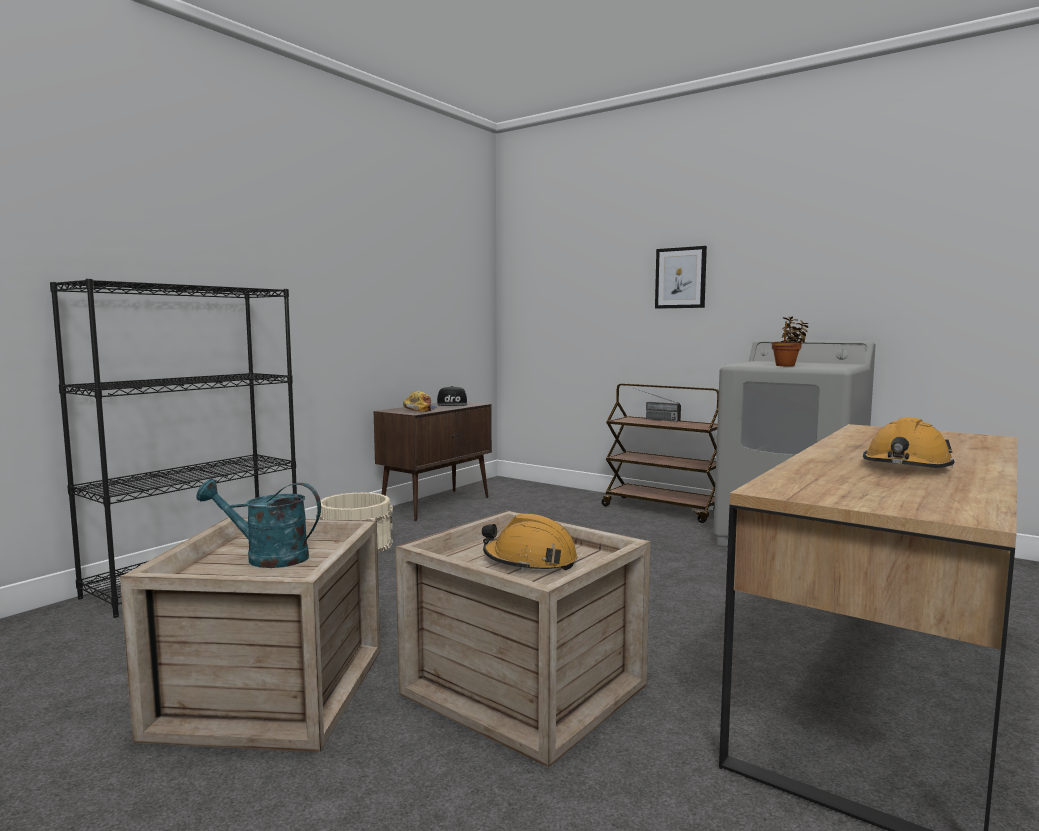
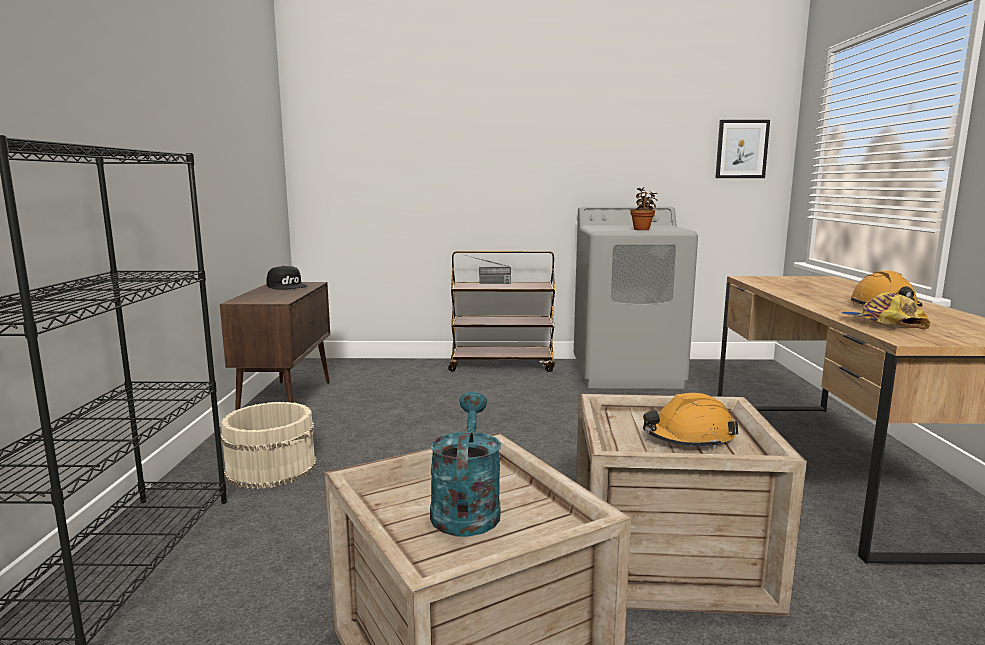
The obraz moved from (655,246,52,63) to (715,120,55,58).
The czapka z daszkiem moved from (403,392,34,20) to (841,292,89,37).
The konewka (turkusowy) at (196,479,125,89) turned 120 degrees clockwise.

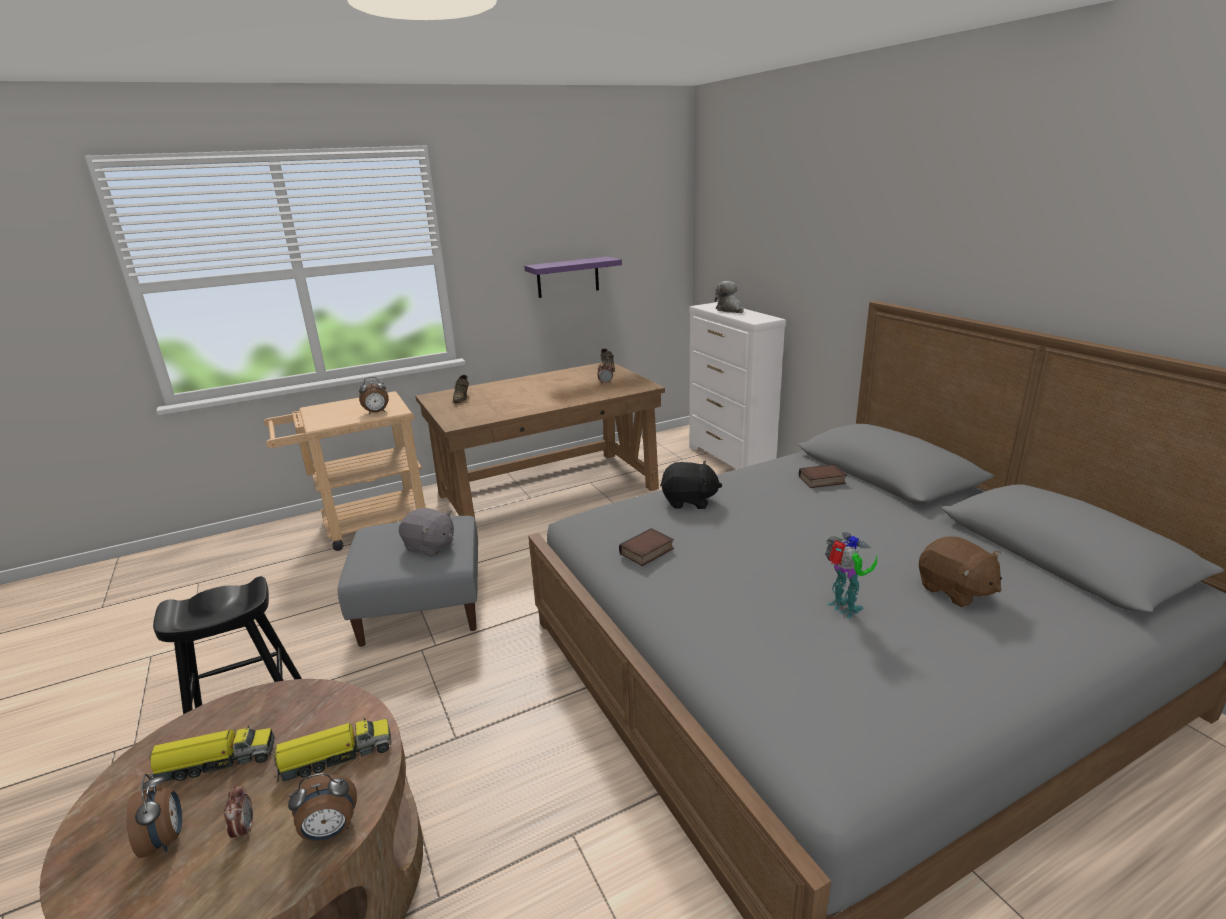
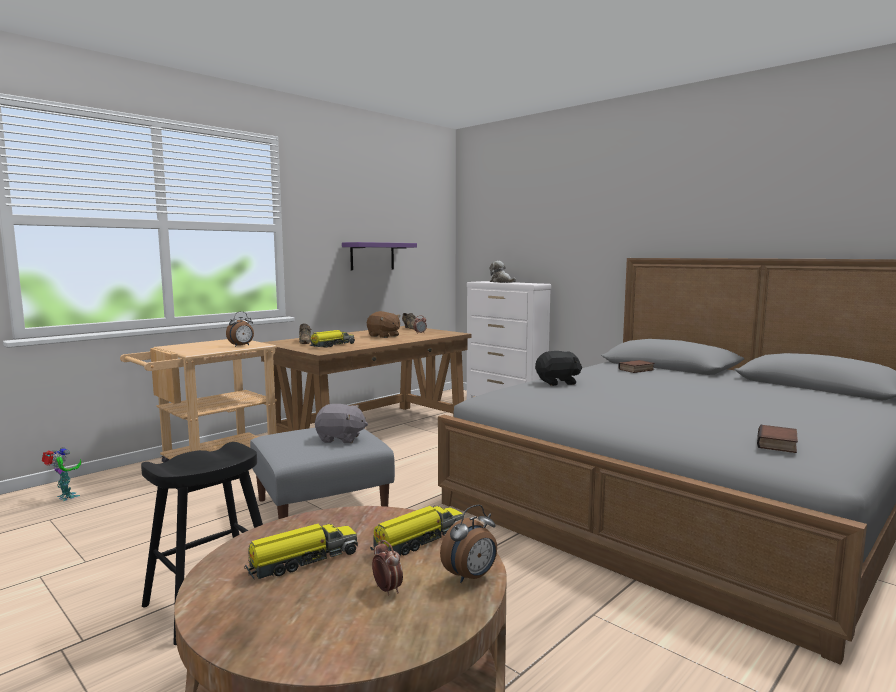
The książka moved from (619,528,55,38) to (757,425,41,28).
The robot zabawkowy moved from (825,532,52,87) to (42,447,39,54).
The pluszak (brązowy) moved from (919,536,83,71) to (367,311,33,27).
The budzik at (126,773,56,85) disappeared.
The ciężarówka zabawkowa at (310,330,45,18) appeared.

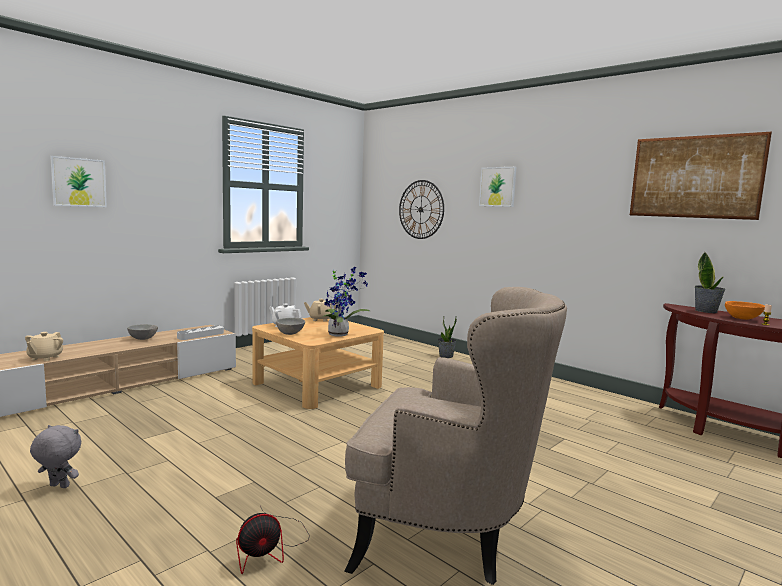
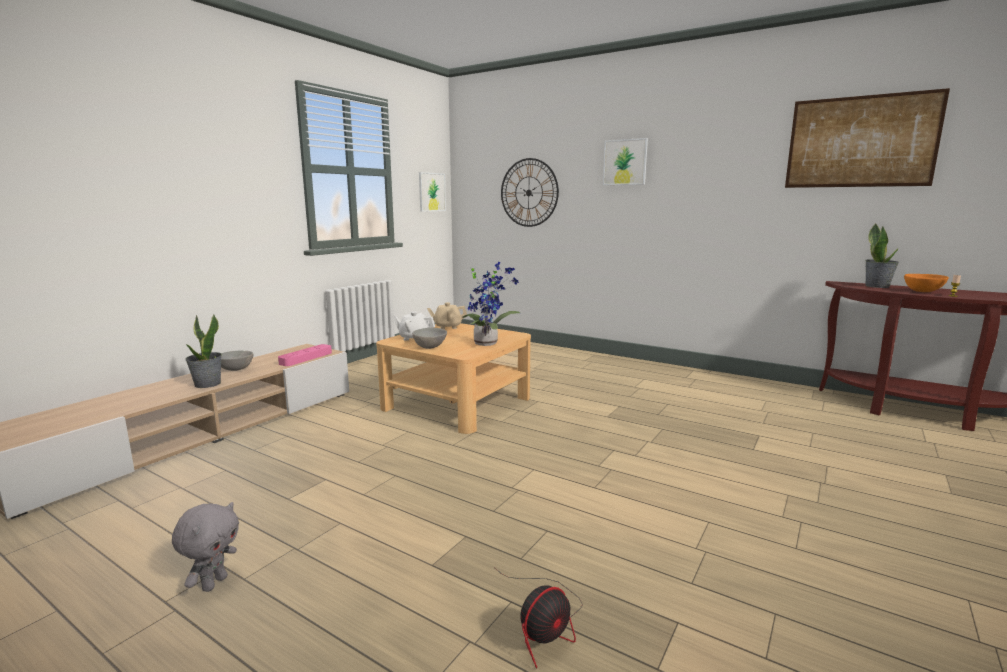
The obraz moved from (50,156,57,51) to (419,172,27,39).
The fotel (beżowy) at (344,287,223,298) disappeared.
The roślina doniczkowa moved from (438,317,19,41) to (185,315,37,73).
The taca (szary) at (177,326,47,14) became the taca (różowy) at (278,344,54,22).
The imbryk (beżowy) at (25,332,38,29) disappeared.
The pluszak (szary) at (30,425,51,63) turned 105 degrees clockwise.

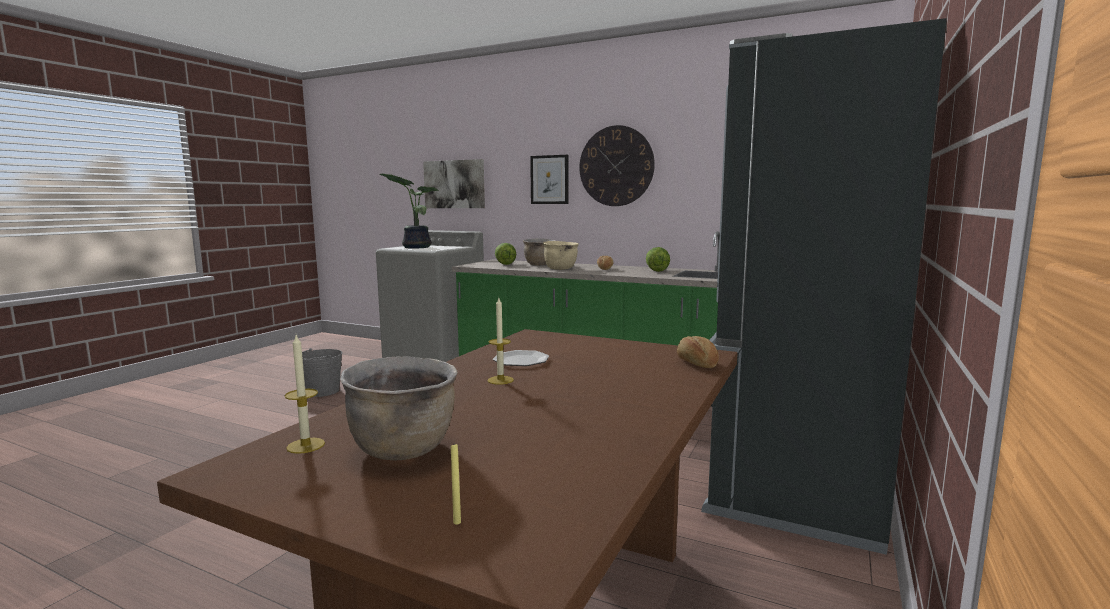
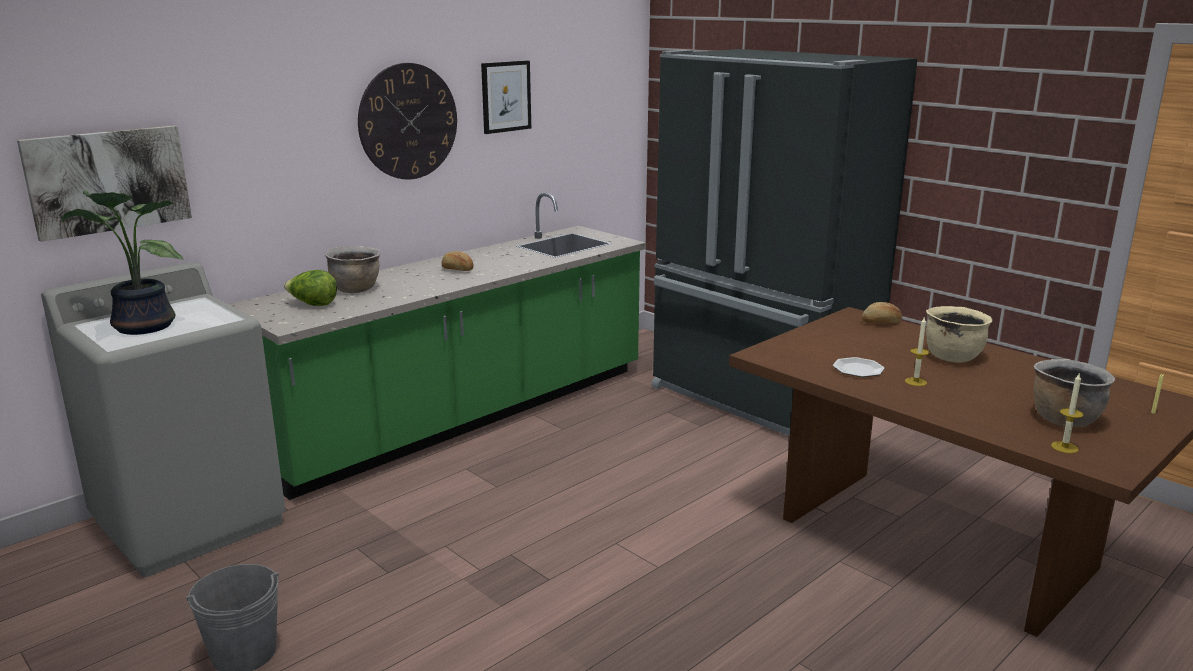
The obraz moved from (530,155,39,49) to (481,60,50,74).
The garnek (beżowy) moved from (543,241,36,29) to (926,306,66,57).
The sałata at (646,247,24,25) disappeared.

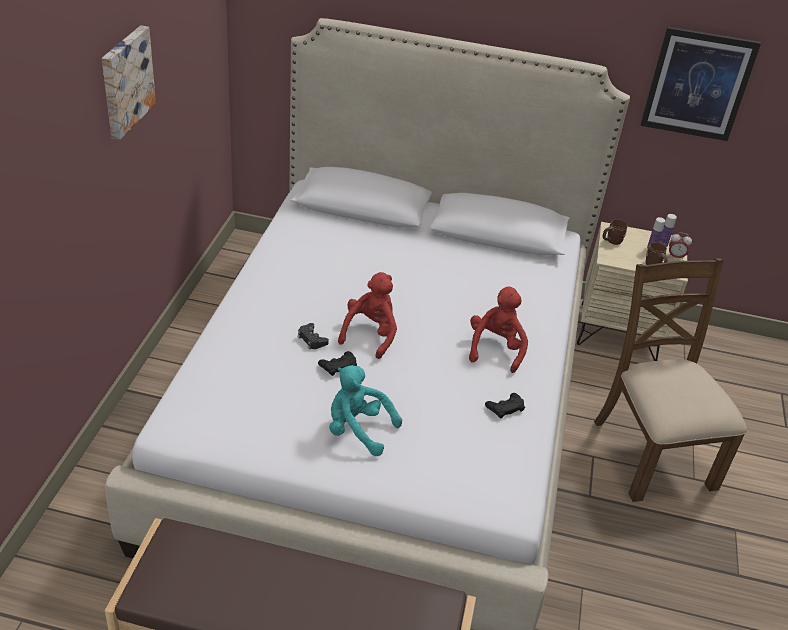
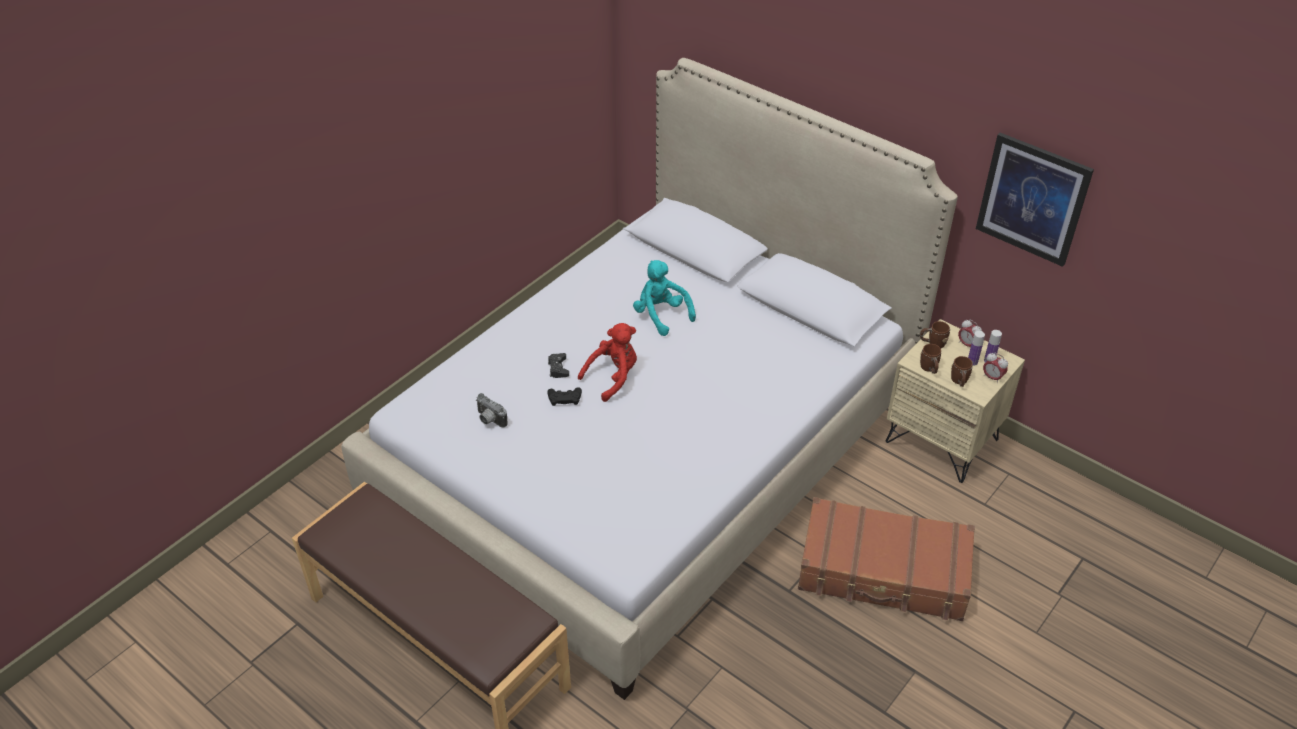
The obraz at (102,25,54,115) disappeared.
The krzesło (brązowy) at (594,258,153,244) was replaced by the walizka (brązowy) at (798,497,177,124).
The pluszak (czerwony) at (469,287,59,86) disappeared.
The pluszak (turkusowy) moved from (329,365,73,91) to (633,260,63,76).
The pad do gier (czarny) at (485,393,40,26) disappeared.
The budzik at (958,320,24,27) appeared.
The kubek (brązowy) at (920,344,21,30) appeared.
The aparat fotograficzny at (476,393,31,35) appeared.

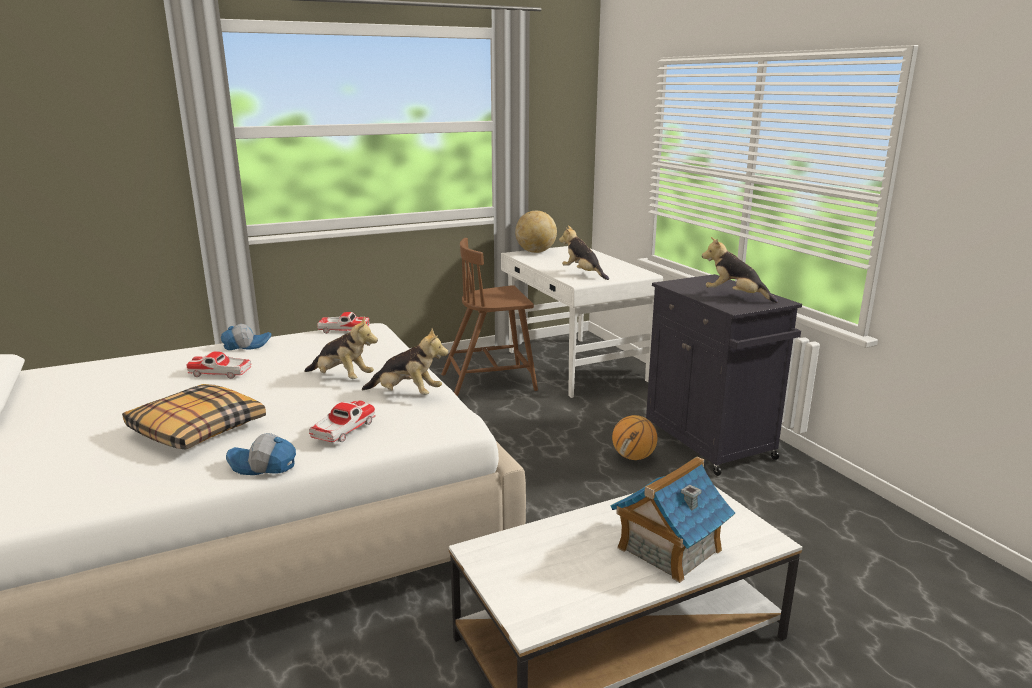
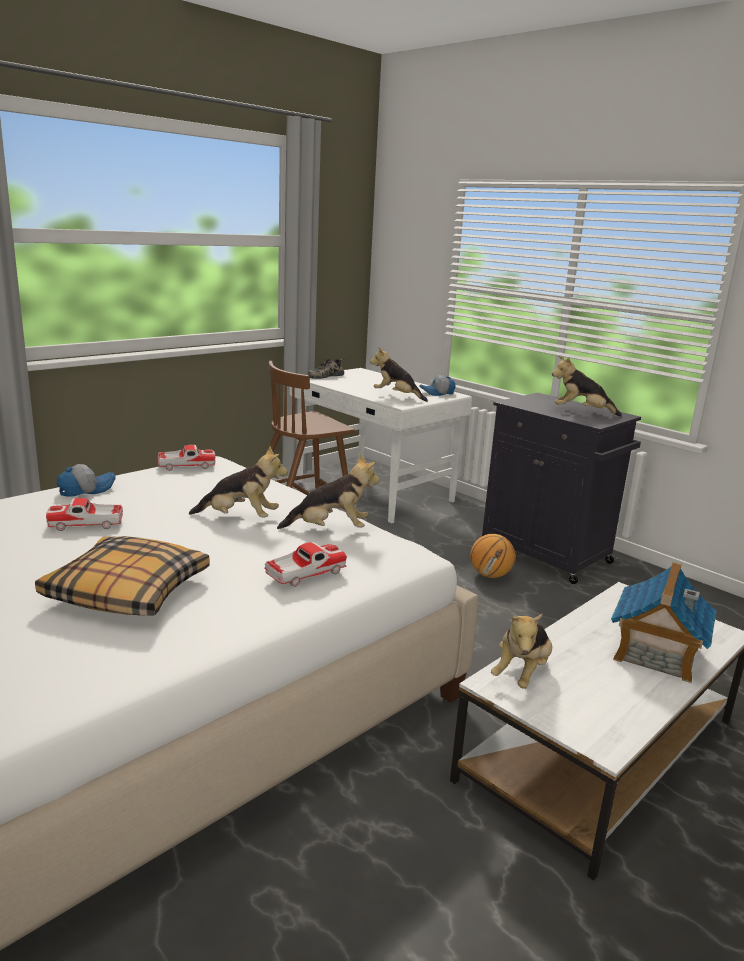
The globus at (515,211,42,42) was replaced by the but at (308,359,37,20).
The samochodzik at (309,400,67,42) turned 45 degrees clockwise.
The czapka z daszkiem moved from (226,433,70,42) to (419,375,37,21).
The pluszak at (491,614,61,75) appeared.

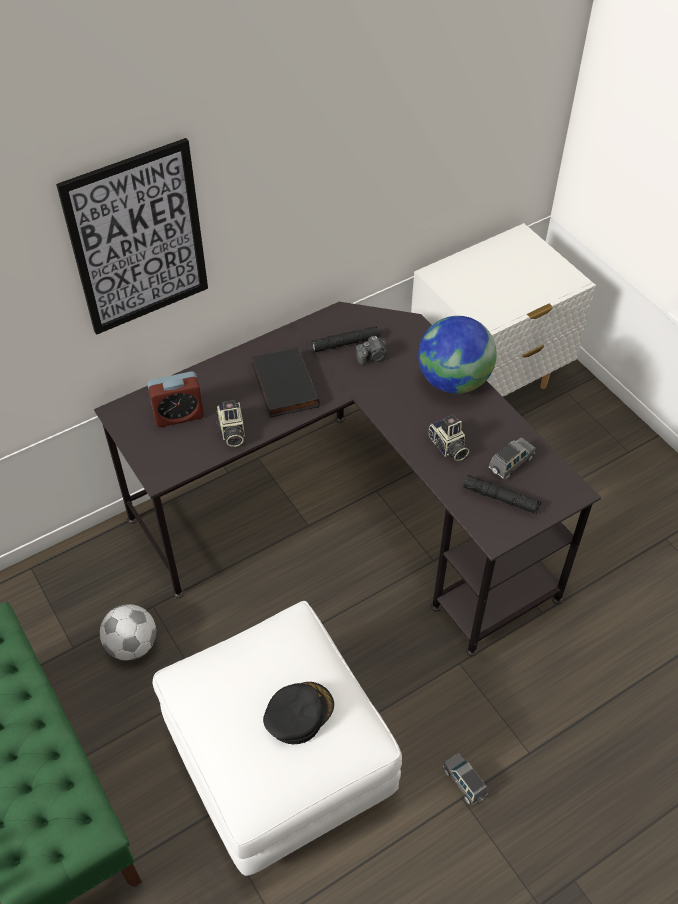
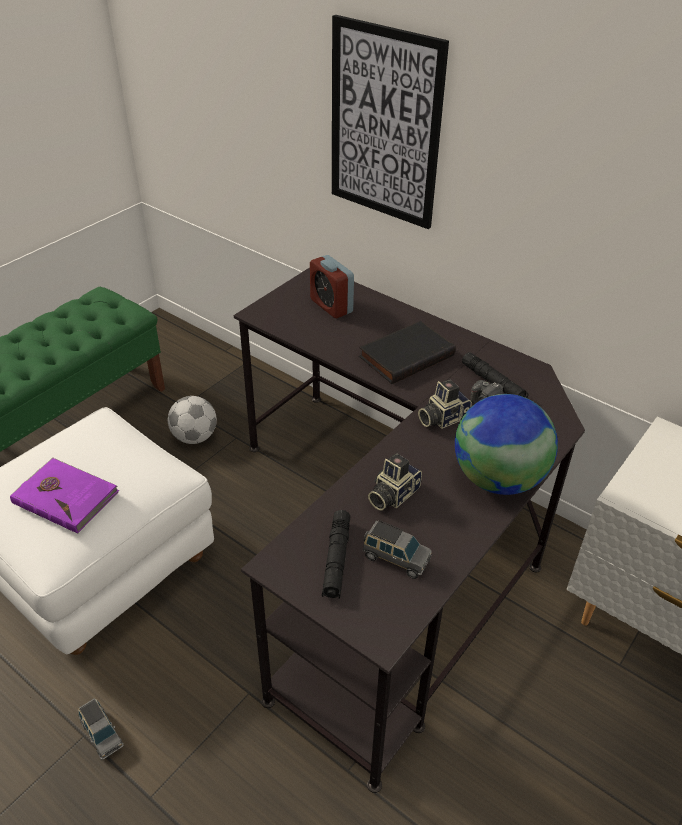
The aparat fotograficzny moved from (216,400,29,47) to (418,379,54,50).
The czapka z daszkiem (czarny) at (263,682,71,62) was replaced by the książka (fioletowy) at (10,457,109,77).
The samochodzik (szary) at (443,753,45,52) turned 105 degrees clockwise.

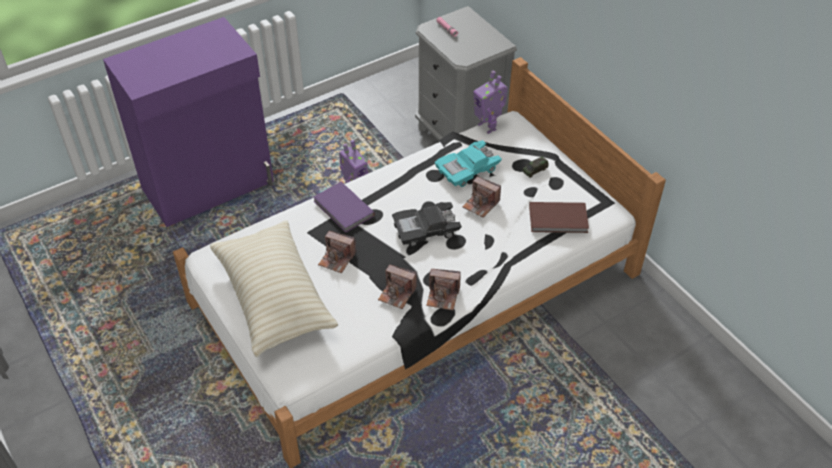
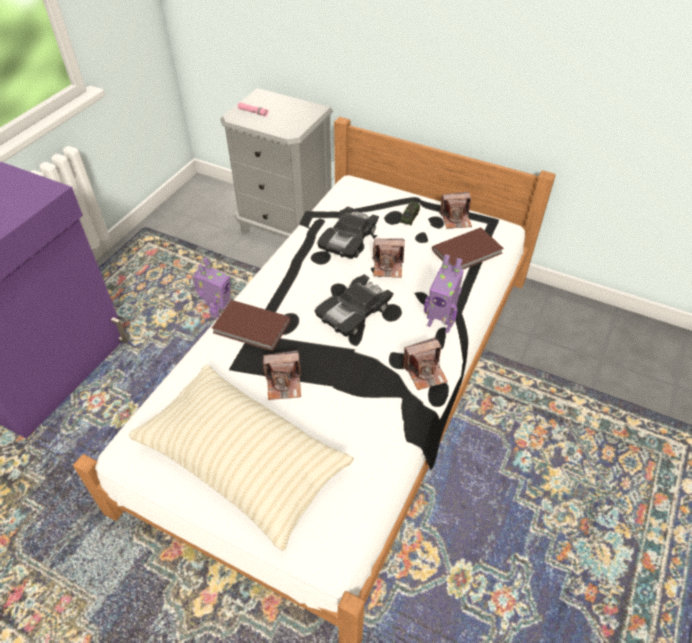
The robot zabawkowy moved from (473,71,35,63) to (424,254,40,79).
The samochodzik (turkusowy) at (435,140,67,47) became the samochodzik (czarny) at (317,206,62,53).
The książka (fioletowy) at (313,182,62,50) became the książka (brązowy) at (212,300,79,51).
The aparat fotograficzny moved from (378,264,39,45) to (439,192,33,37).

